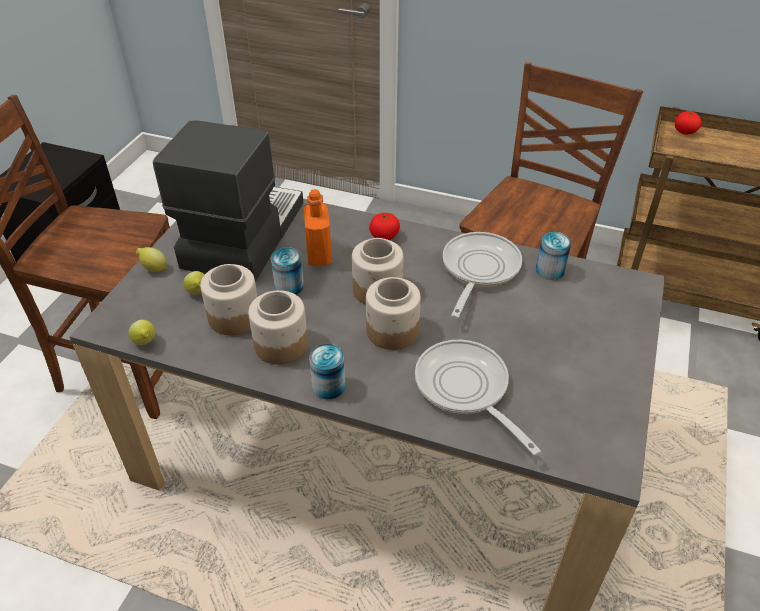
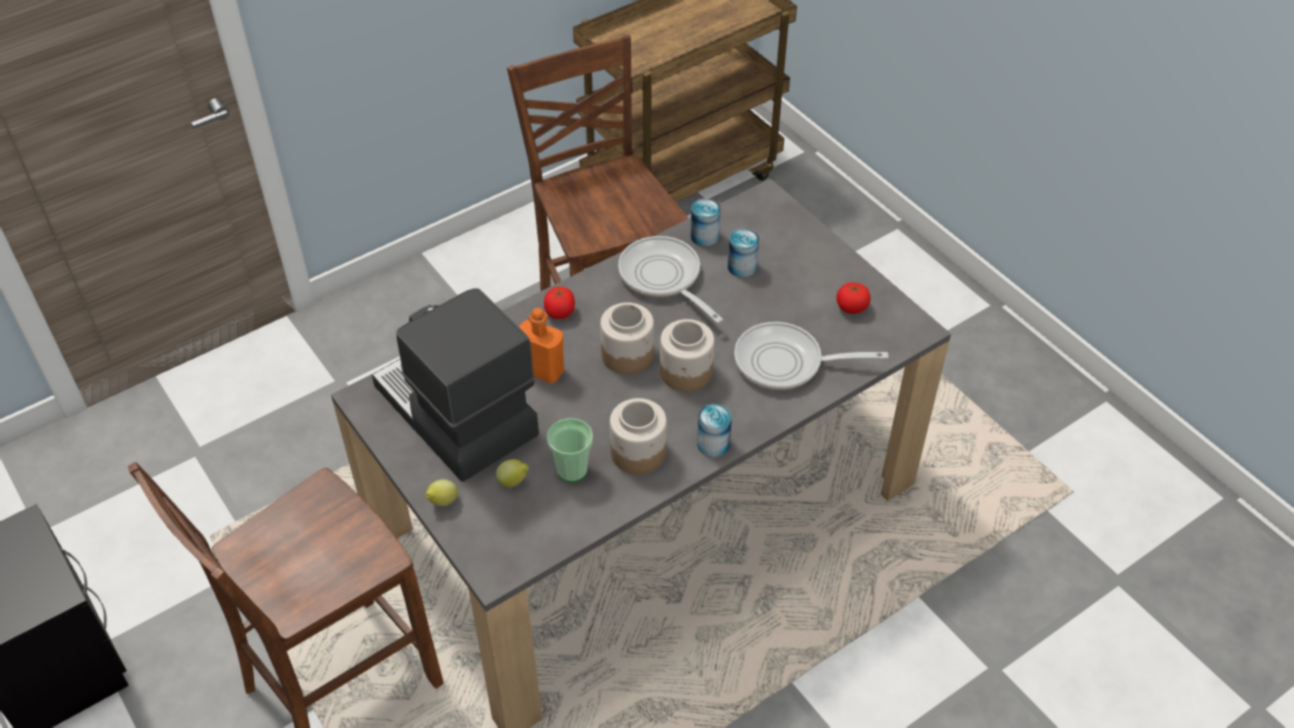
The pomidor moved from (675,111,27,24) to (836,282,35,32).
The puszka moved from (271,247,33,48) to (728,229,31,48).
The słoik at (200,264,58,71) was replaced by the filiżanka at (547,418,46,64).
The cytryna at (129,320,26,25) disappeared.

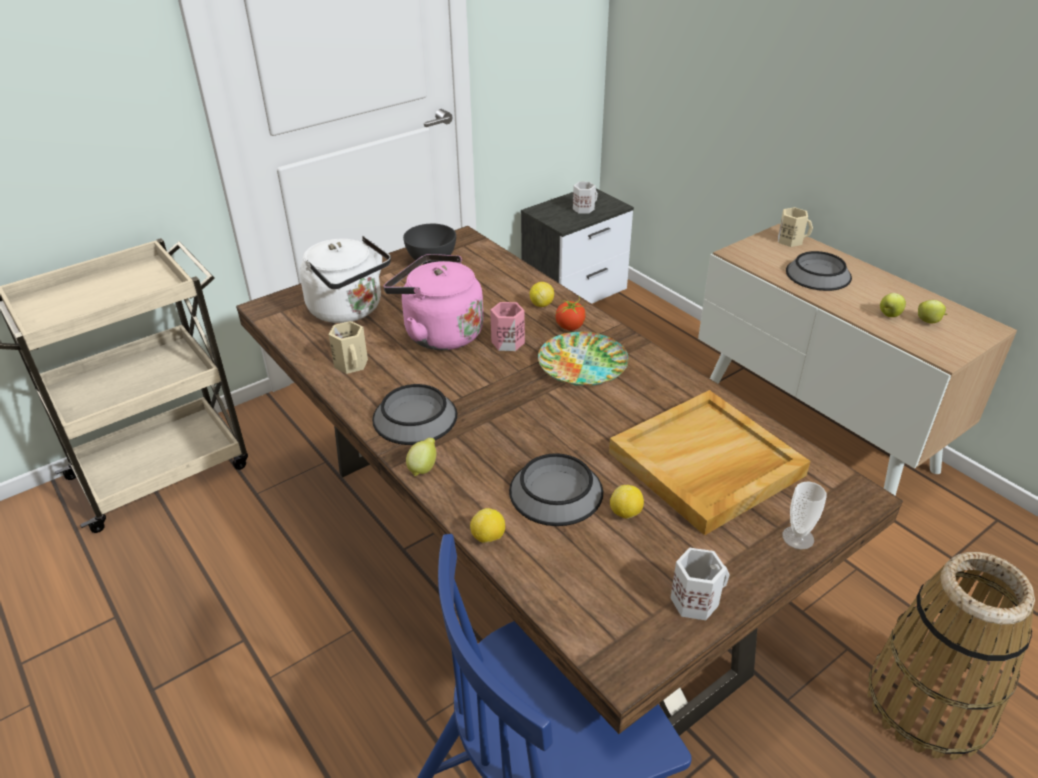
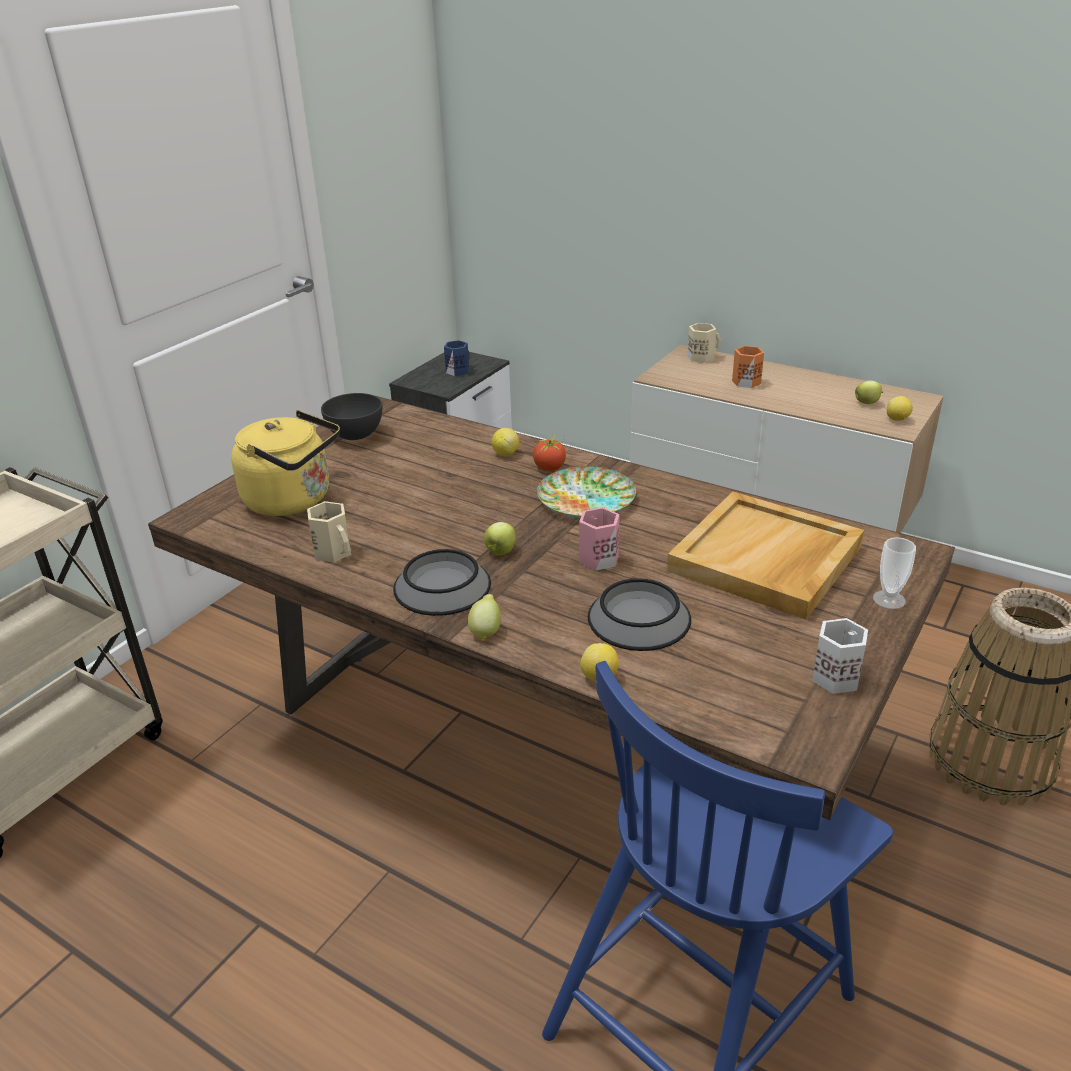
The kubek (biały) at (573,182,25,32) became the kubek (niebieski) at (444,340,26,36).
The czajnik (biały) at (300,236,91,87) became the czajnik (żółty) at (231,410,109,106).
The miska at (786,251,66,40) was replaced by the kubek (pomarańczowy) at (732,346,32,42).
The czajnik (różowy) at (384,254,100,96) disappeared.
The jabłko moved from (880,293,26,24) to (484,522,32,33).
The kubek (różowy) moved from (490,302,35,49) to (579,507,41,64).
The cytryna moved from (610,485,34,34) to (887,396,26,25).

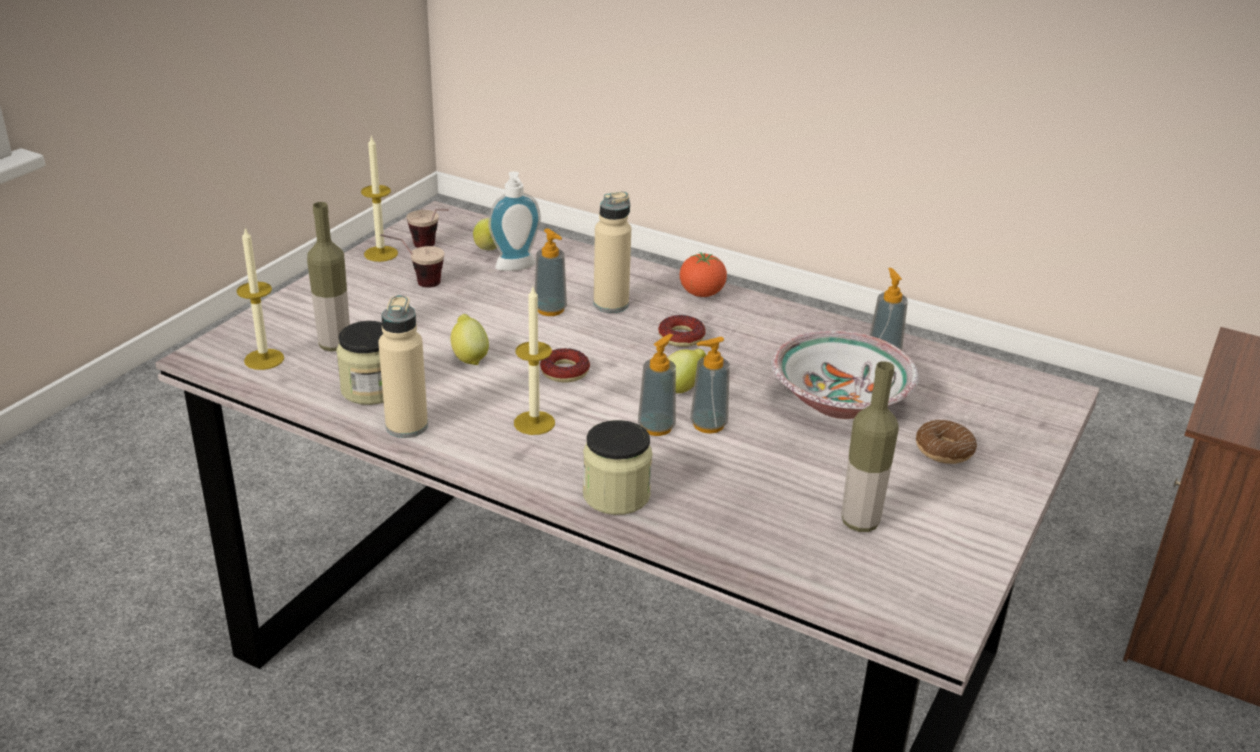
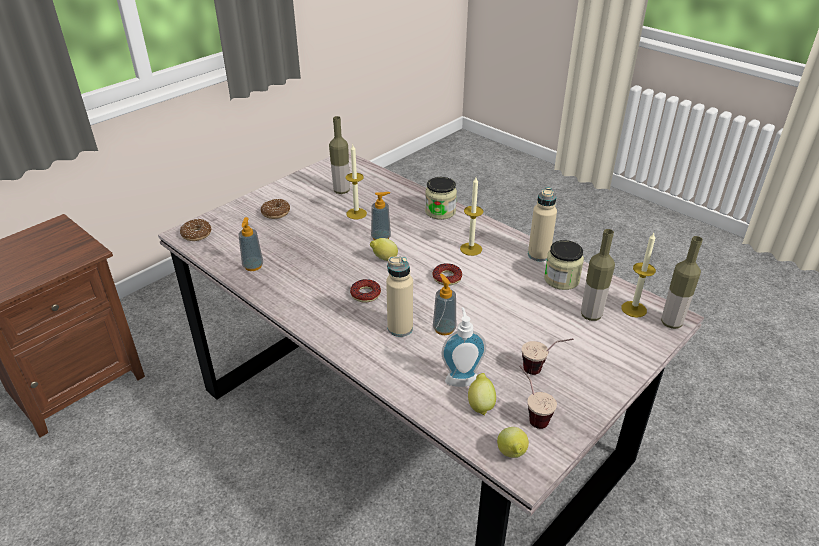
The świeca moved from (361,135,37,127) to (346,145,21,74).
The pomidor at (680,252,47,45) disappeared.
The cytryna moved from (450,314,39,51) to (497,427,32,31).
The miska at (771,330,148,89) disappeared.
The dozownik mydła at (638,334,38,102) disappeared.
The donut at (180,219,32,22) appeared.
The butelka at (661,236,42,93) appeared.

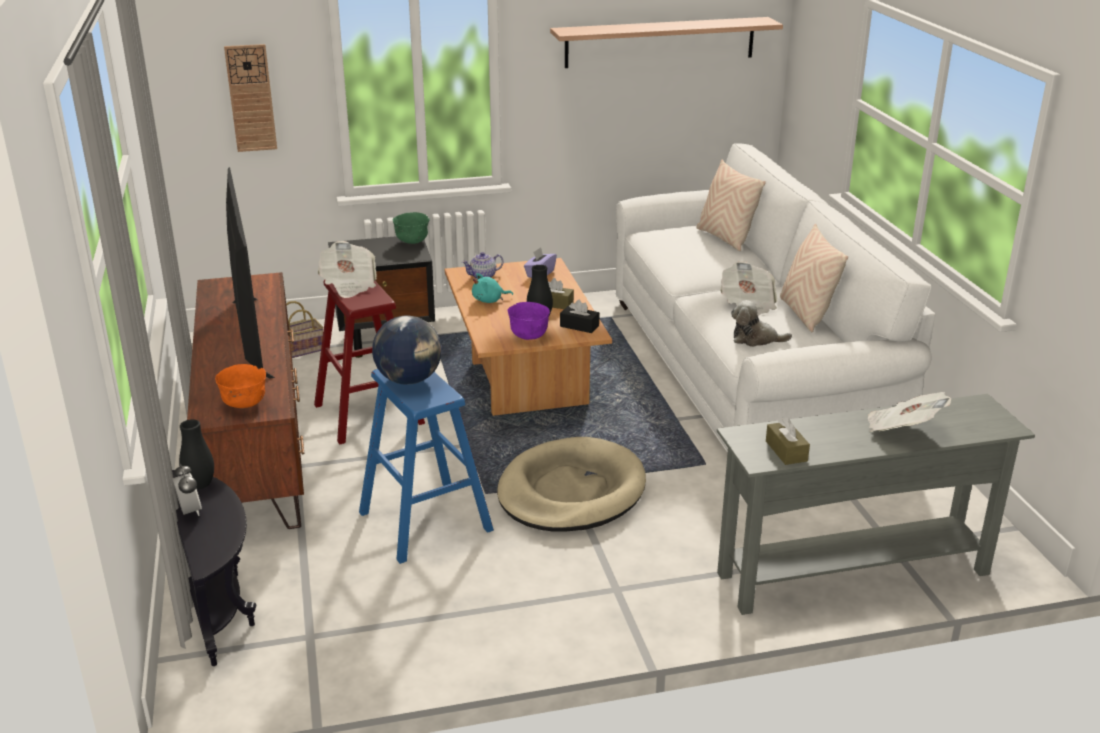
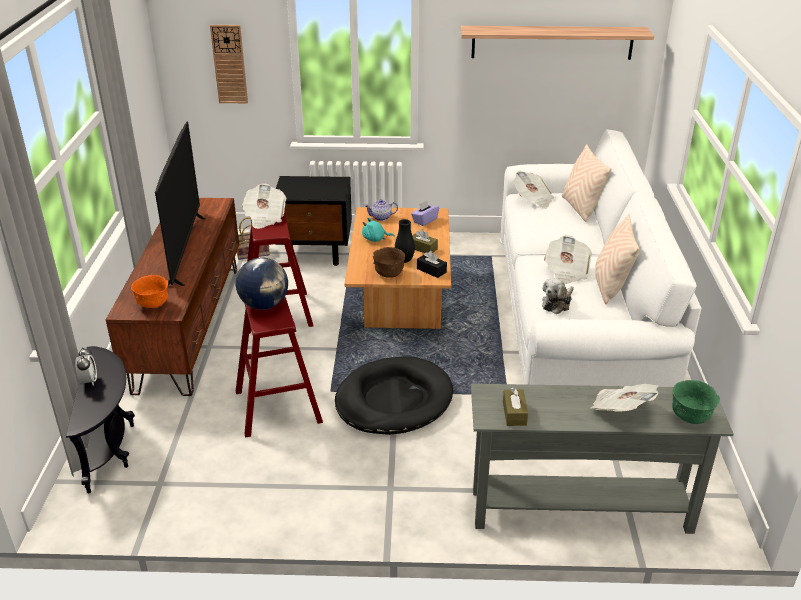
The miska (zielony) moved from (392,212,38,32) to (672,380,48,44).
The pluszak at (731,300,61,47) turned 75 degrees counterclockwise.
The miska (fioletowy) at (507,302,43,38) became the miska (brązowy) at (373,247,32,31).
The stołek (niebieski) at (359,369,135,195) became the stołek (czerwony) at (236,297,87,141).
The wazon (czarny) at (179,419,35,70) disappeared.
The legowisko (beżowy) at (497,437,149,94) became the legowisko (czarny) at (335,357,118,78).
The gazeta at (513,171,41,38) appeared.

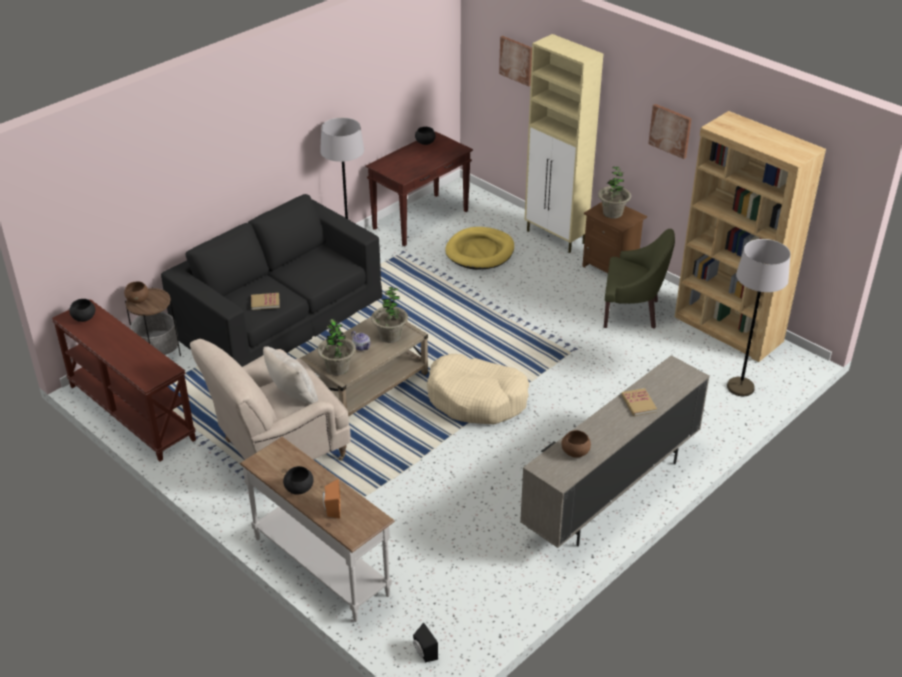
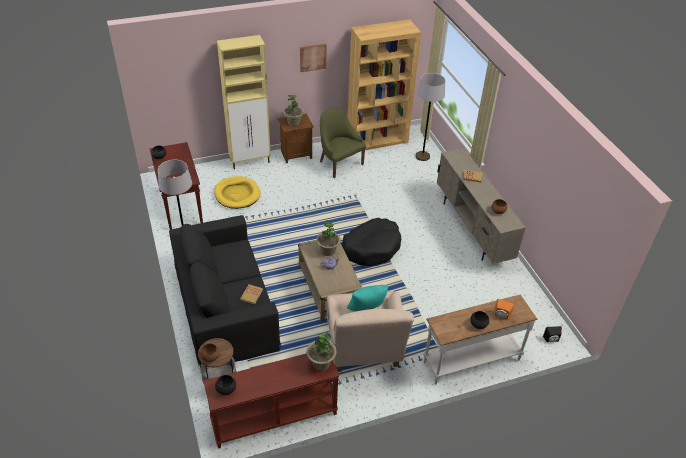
The obraz at (499,36,33,50) disappeared.
The fotel (zielony) at (604,229,71,100) turned 75 degrees counterclockwise.
The roślina doniczkowa moved from (317,318,39,57) to (306,332,31,39).
The poduszka (beżowy) at (263,346,55,58) became the poduszka (turkusowy) at (347,285,42,26).
The legowisko (beżowy) at (427,354,102,70) became the legowisko (czarny) at (342,218,59,48).

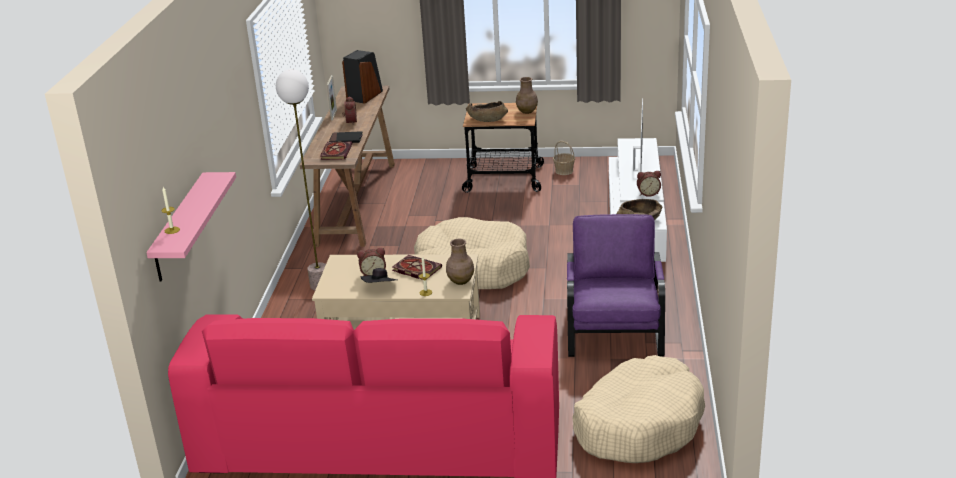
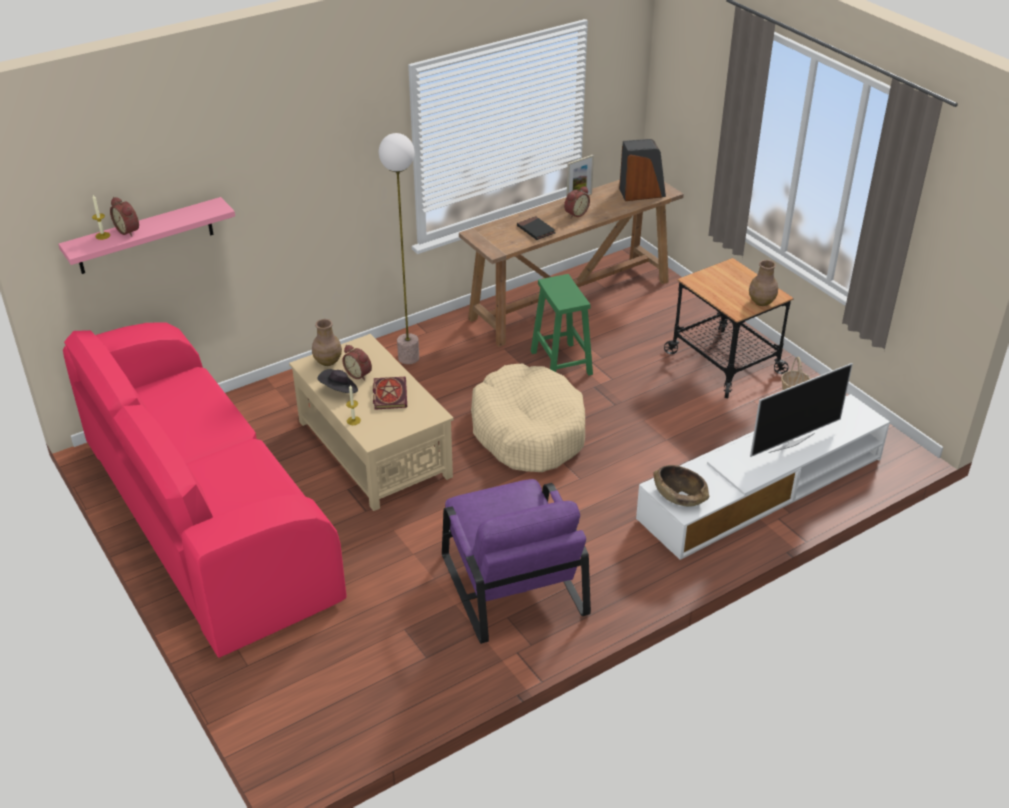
The miska (brązowy) at (466,101,42,21) disappeared.
The książka at (320,142,32,18) disappeared.
The budzik moved from (637,171,24,26) to (110,197,29,40).
The fotel (fioletowy) at (567,214,98,143) turned 105 degrees clockwise.
The wazon (brązowy) moved from (446,239,28,46) to (312,319,30,47).
The legowisko (beżowy) at (572,355,133,108) disappeared.
The stołek (zielony) at (531,274,62,102) appeared.

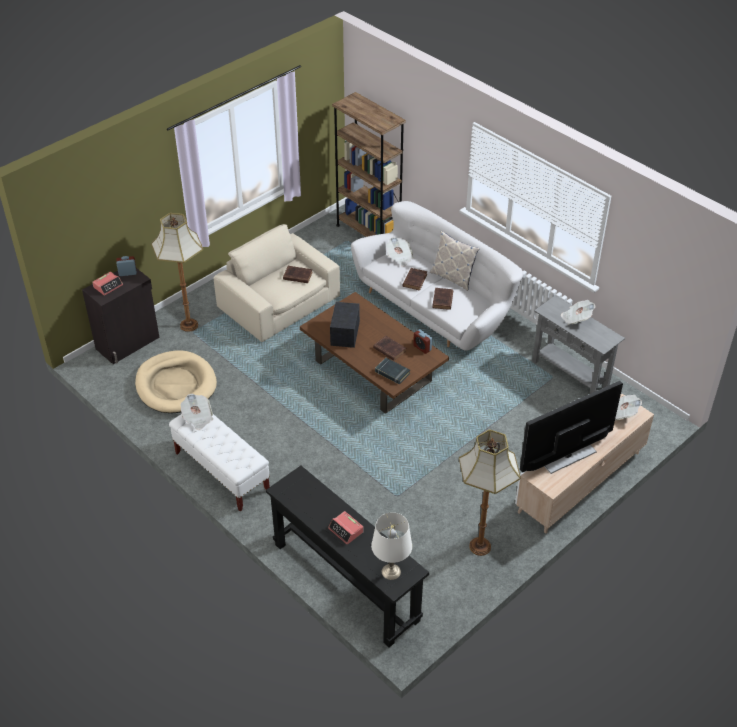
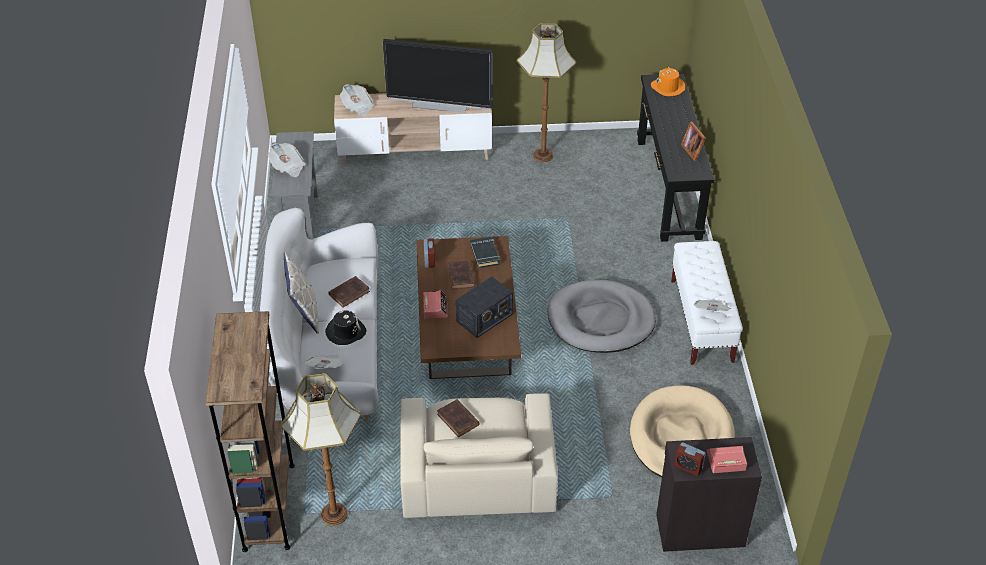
The lampa stojąca moved from (151,213,52,119) to (281,373,80,153).
The książka (brązowy) at (402,268,25,22) was replaced by the kapelusz (czarny) at (325,310,42,35).
The budzik moved from (328,511,35,33) to (423,290,25,29).
The lampa stołowa (biały) at (371,512,41,68) was replaced by the kapelusz (pomarańczowy) at (651,67,34,29).
The ramka na zdjęcie at (681,122,24,39) appeared.
The legowisko (szary) at (548,280,107,73) appeared.

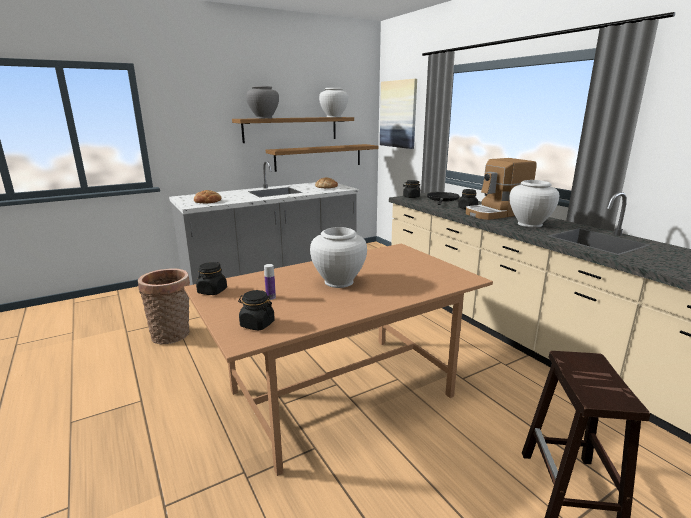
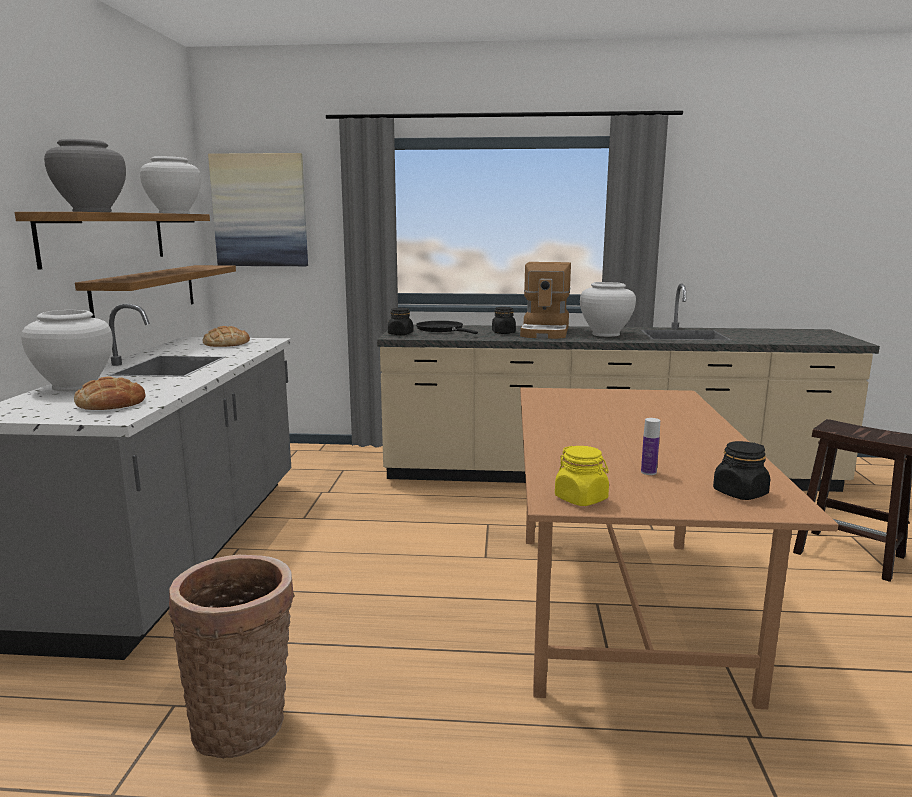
The wazon (biały) moved from (310,227,57,61) to (21,310,92,81).
The słoik (czarny) at (196,262,31,33) became the słoik (żółty) at (555,446,54,60).

